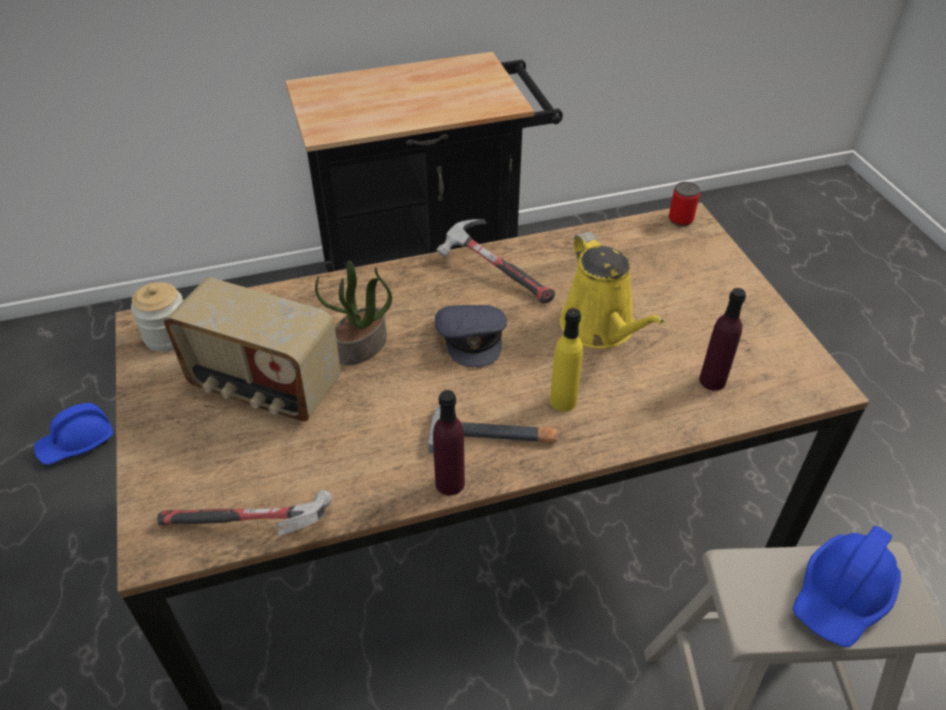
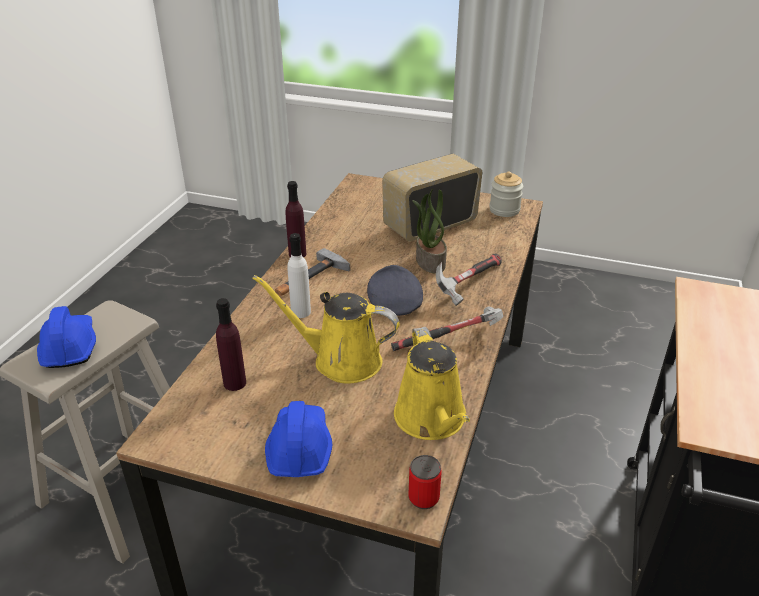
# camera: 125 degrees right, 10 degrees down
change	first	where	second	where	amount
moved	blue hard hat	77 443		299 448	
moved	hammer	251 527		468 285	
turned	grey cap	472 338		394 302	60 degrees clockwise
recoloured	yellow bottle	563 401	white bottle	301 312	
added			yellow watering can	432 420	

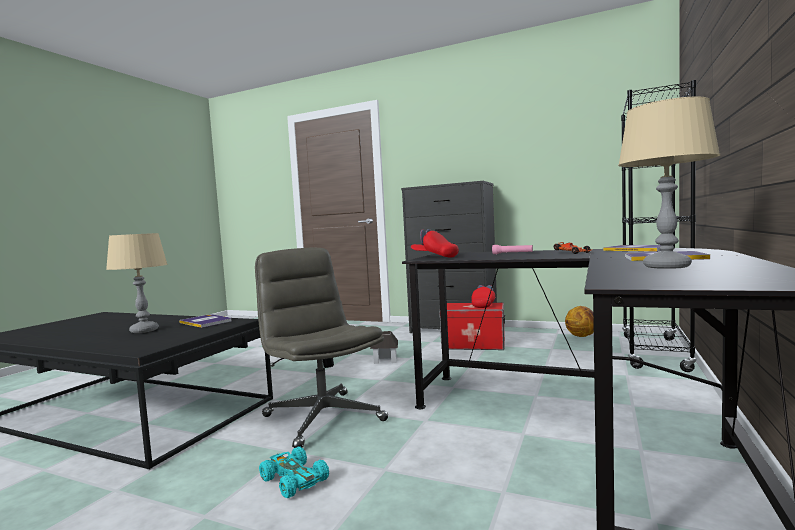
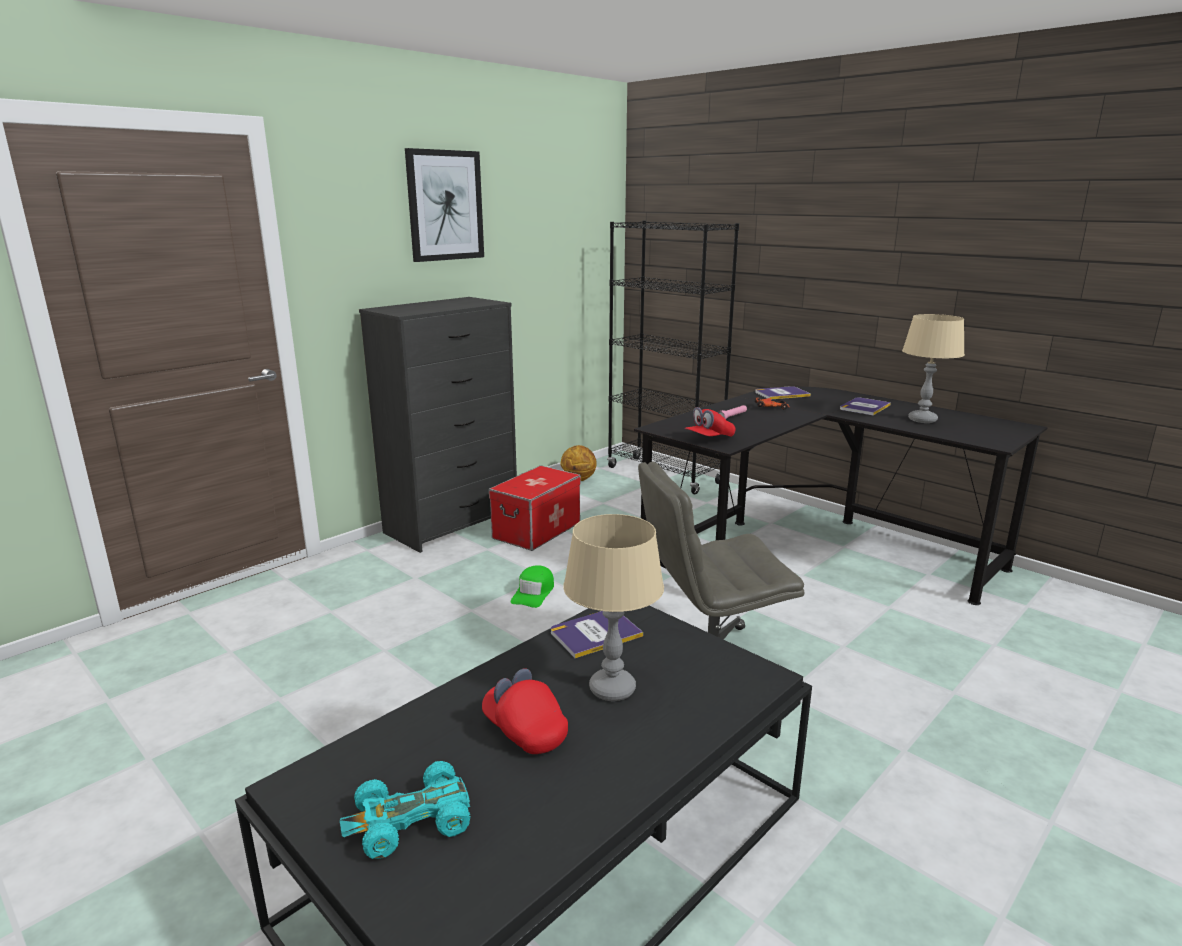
# camera: 70 degrees left, 15 degrees up
change	first	where	second	where	amount
moved	turquoise toy car	293 479		410 821	
replaced	toy house	385 360	green cap	533 593	
moved	red cap	484 305		524 730	
added			picture	445 205	

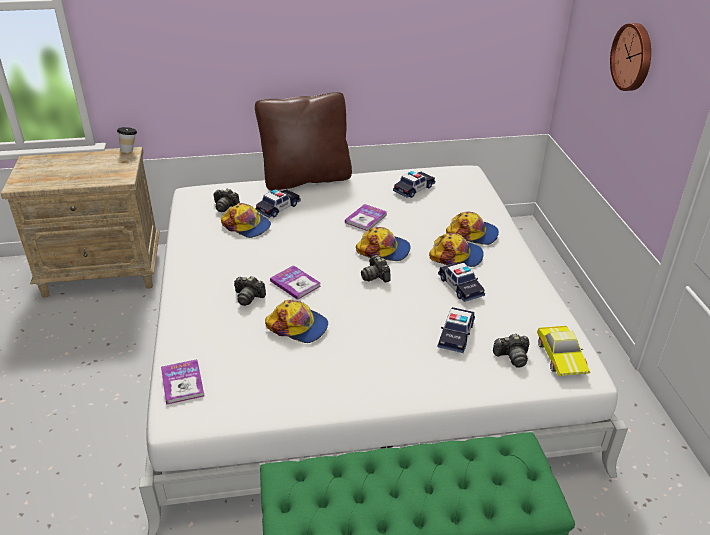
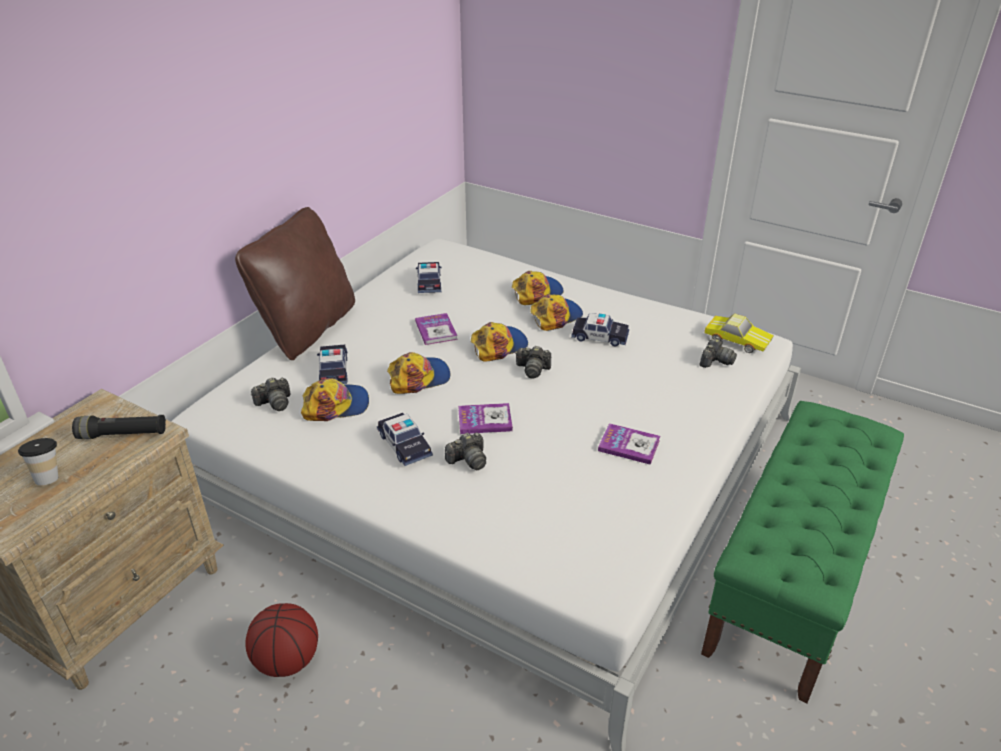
# camera: 50 degrees left, 0 degrees up
change	first	where	second	where	amount
moved	cup	130 150		49 476	
moved	book	182 383		629 445	
moved	cap	298 326		419 378	
moved	toy car	456 335		404 445	
removed	wall clock	633 57			
added			black flashlight	123 435	
added			basketball	286 661	

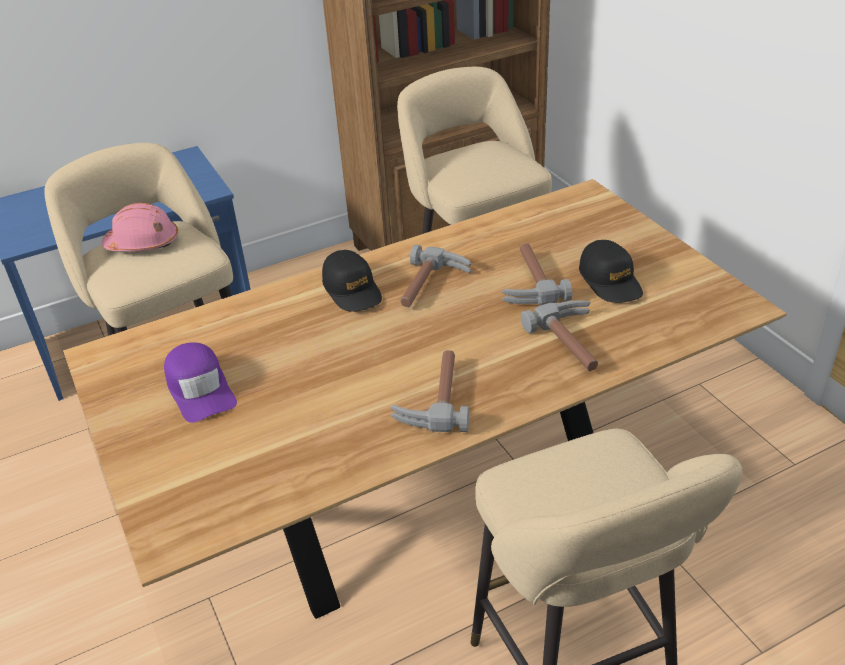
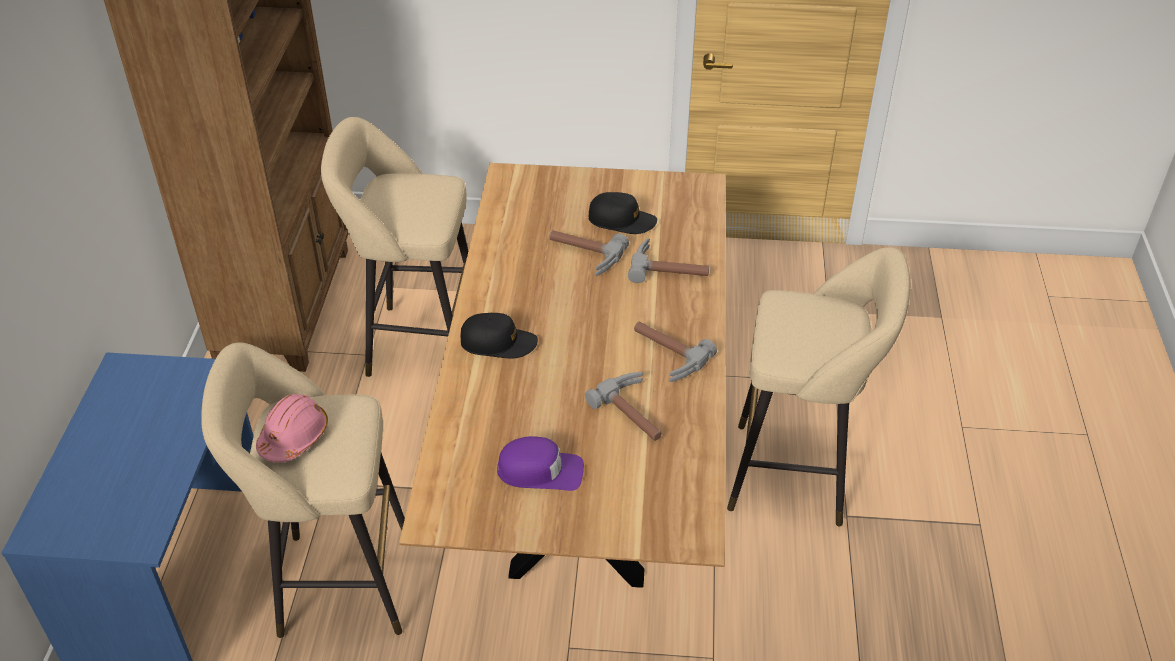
# camera: 60 degrees left, 5 degrees up
change	first	where	second	where	amount
moved	hammer	432 286		636 412	

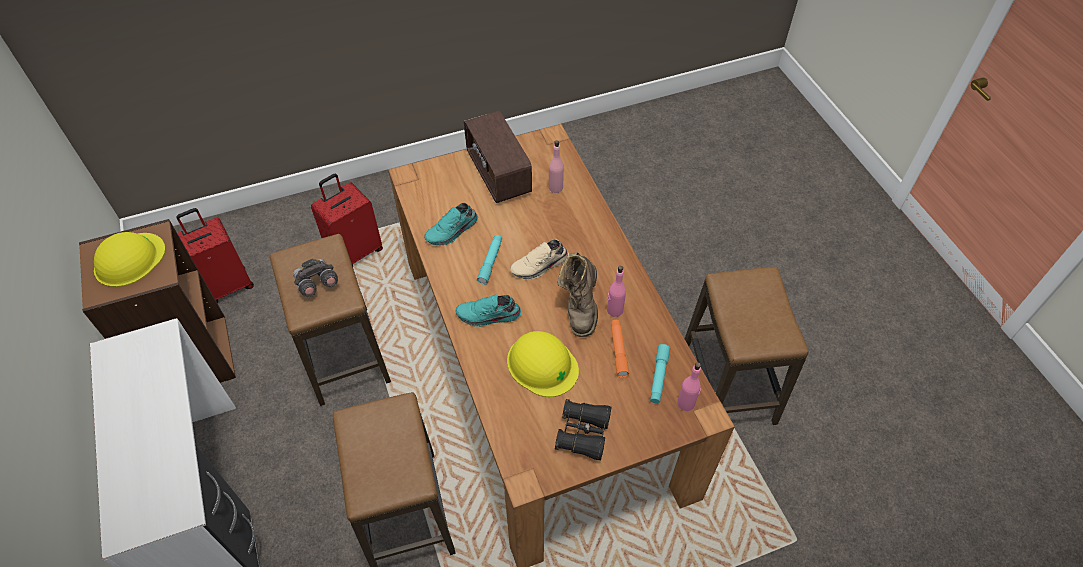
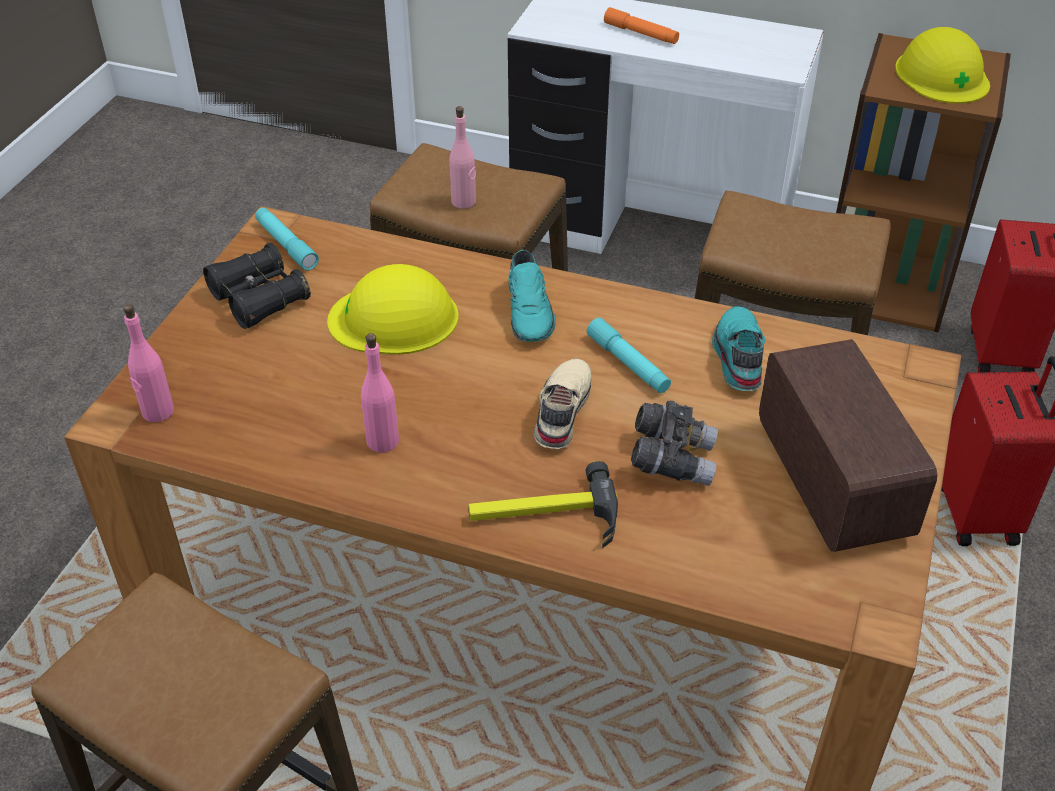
# camera: 130 degrees right, 10 degrees down
change	first	where	second	where	amount
moved	grey binoculars	316 284		672 459	
turned	turquoise shoe	488 316		531 312	135 degrees clockwise
turned	radio	499 173		831 481	60 degrees clockwise
moved	pink bottle	555 187		464 202	
removed	brown boot	580 307			
moved	orange flashlight	618 350		641 33	
moved	turquoise flashlight	658 376		286 245	
added			hammer	544 517	

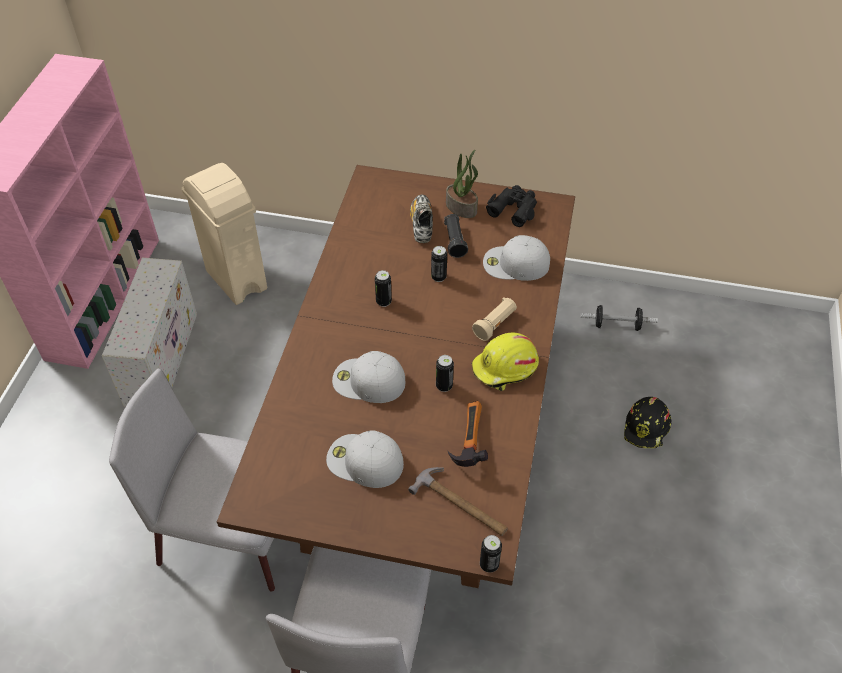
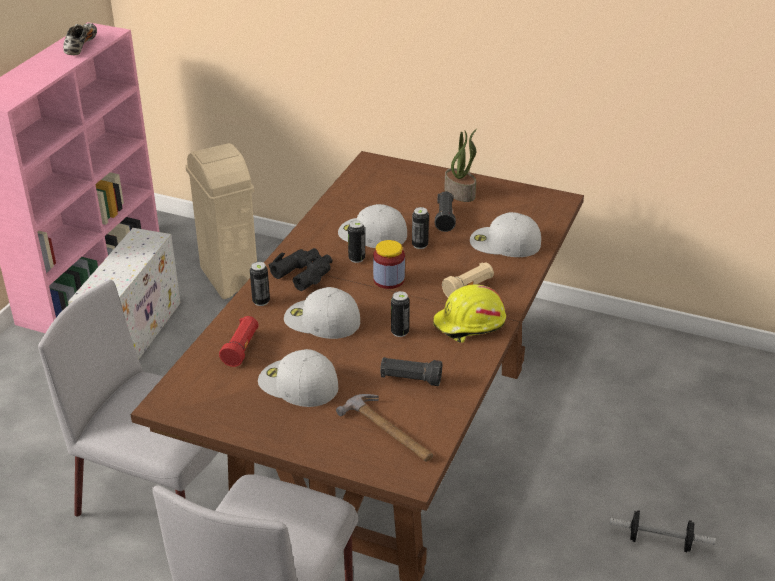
# camera: 10 degrees right, 15 degrees down
change	first	where	second	where	amount
moved	shoe	422 224		81 46	
replaced	hammer	466 441	black flashlight	410 379	
moved	can	489 564		261 301	
moved	black binoculars	513 209		304 273	
moved	dumbbell	617 325		659 541	
removed	black hard hat	647 428			
added			red flashlight	241 349	
added			white cap	371 233	
added			jar	389 280	

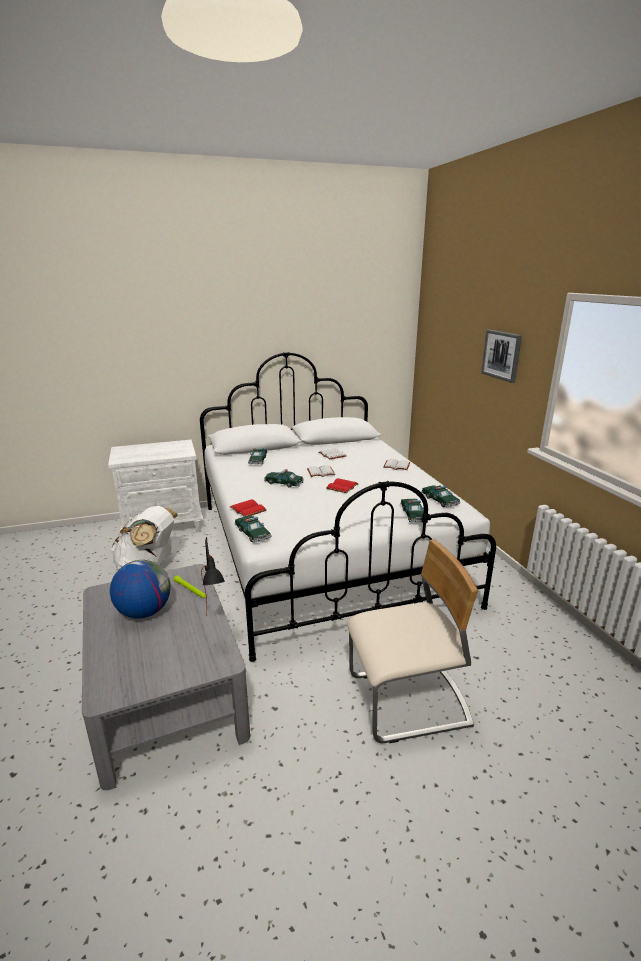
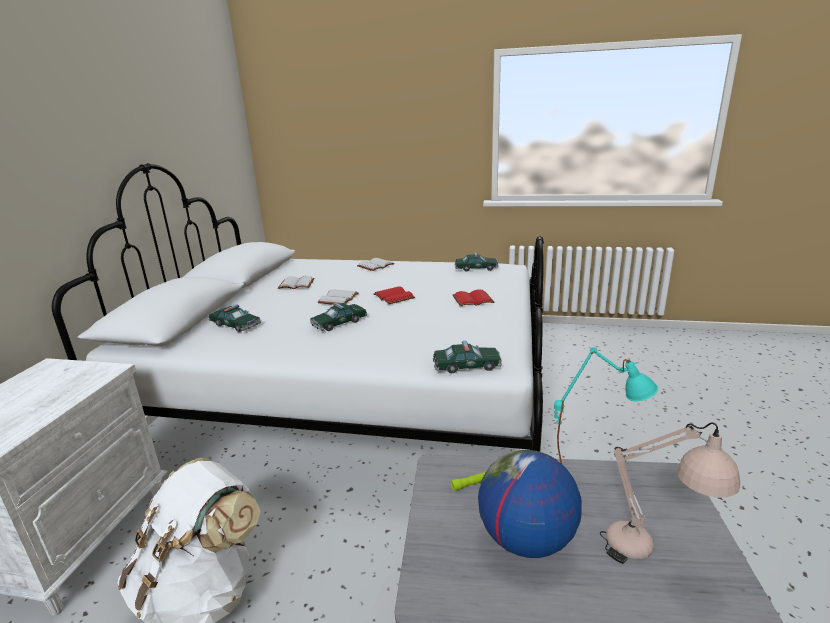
# camera: 60 degrees left, 0 degrees up
change	first	where	second	where	amount
recoloured	black table lamp	216 627	turquoise table lamp	595 471	
moved	red book	249 509		473 299	
removed	beige chair	408 702			
removed	toy car	413 515			
removed	picture	501 355			
added			beige table lamp	653 555	

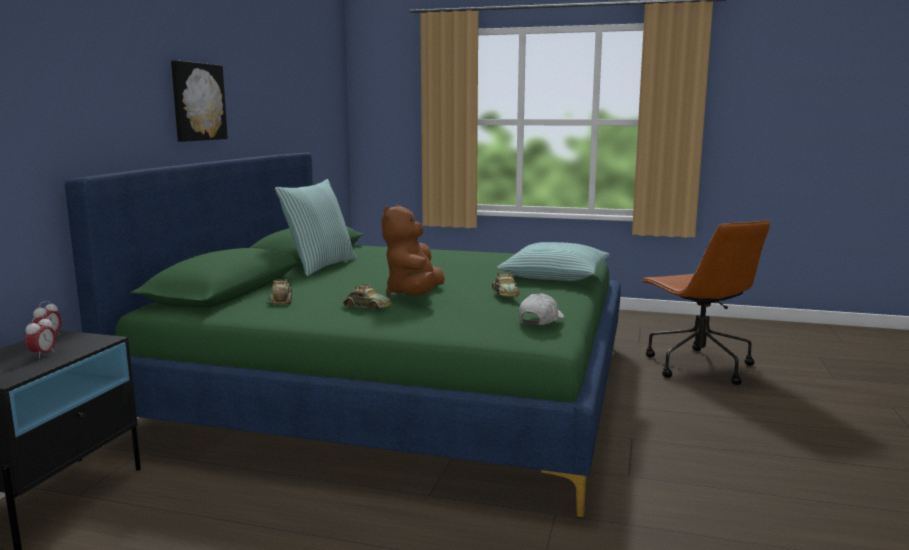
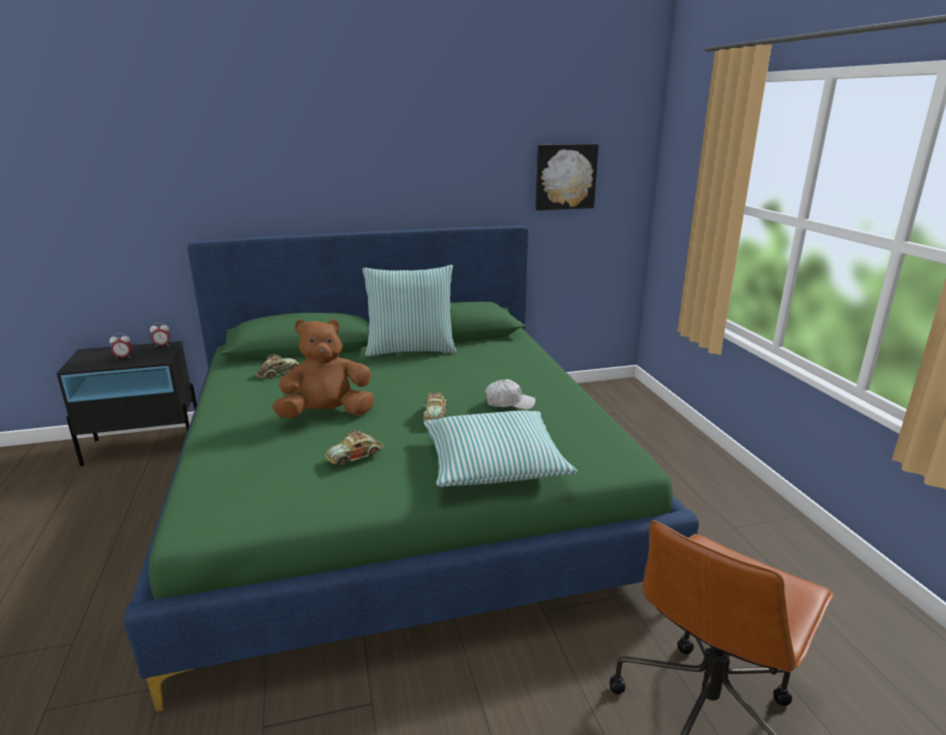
# camera: 60 degrees right, 10 degrees up
change	first	where	second	where	amount
moved	picture	197 102		565 176	
moved	toy car	366 307		435 414	
moved	white cap	540 320		509 403	

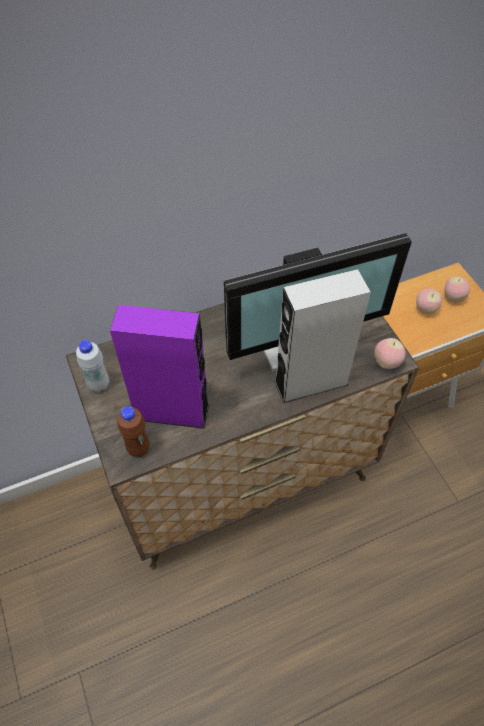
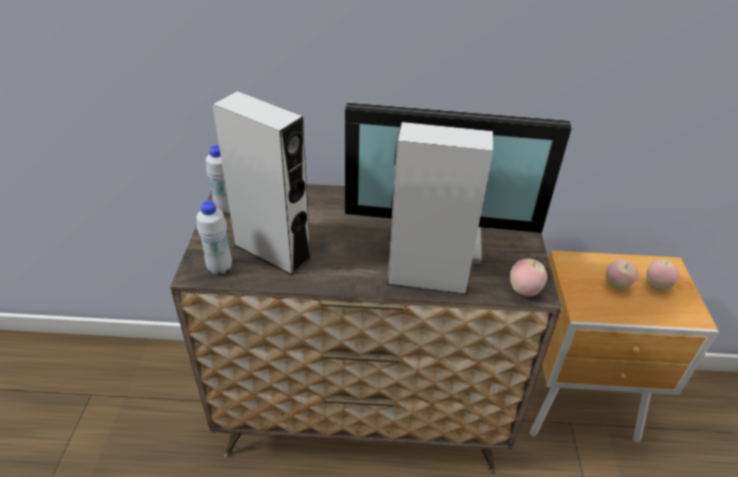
# camera: 25 degrees right, 15 degrees down
change	first	where	second	where	amount
recoloured	purple speaker	172 412	grey speaker	272 251	
recoloured	brown bottle	138 448	white bottle	220 267	

